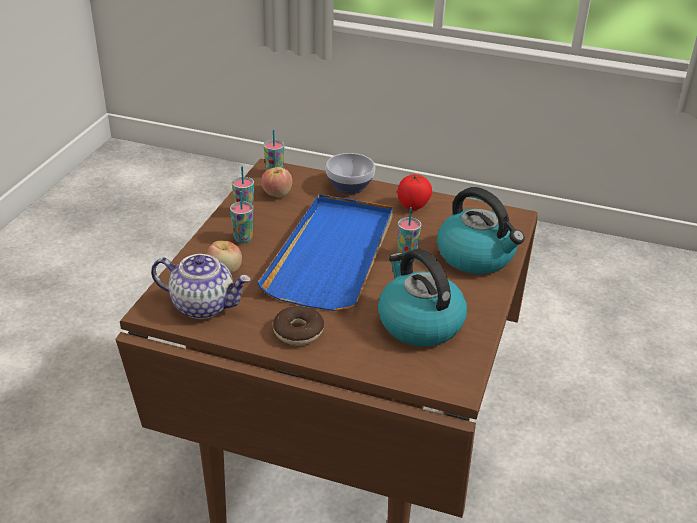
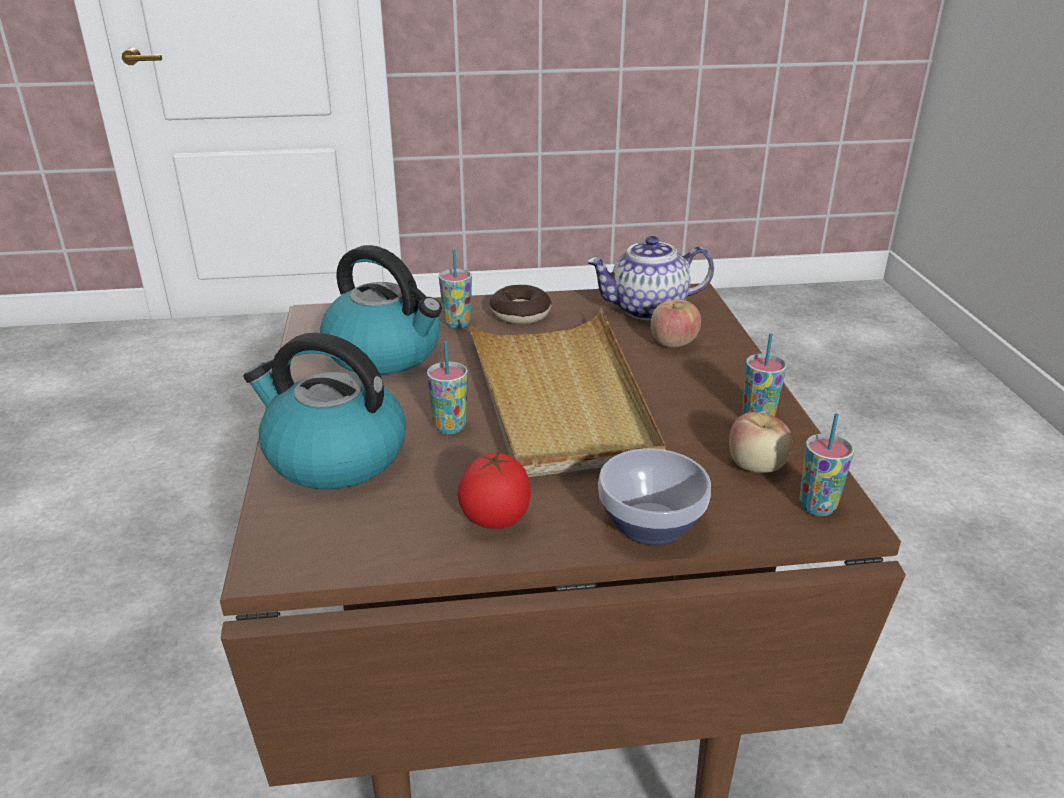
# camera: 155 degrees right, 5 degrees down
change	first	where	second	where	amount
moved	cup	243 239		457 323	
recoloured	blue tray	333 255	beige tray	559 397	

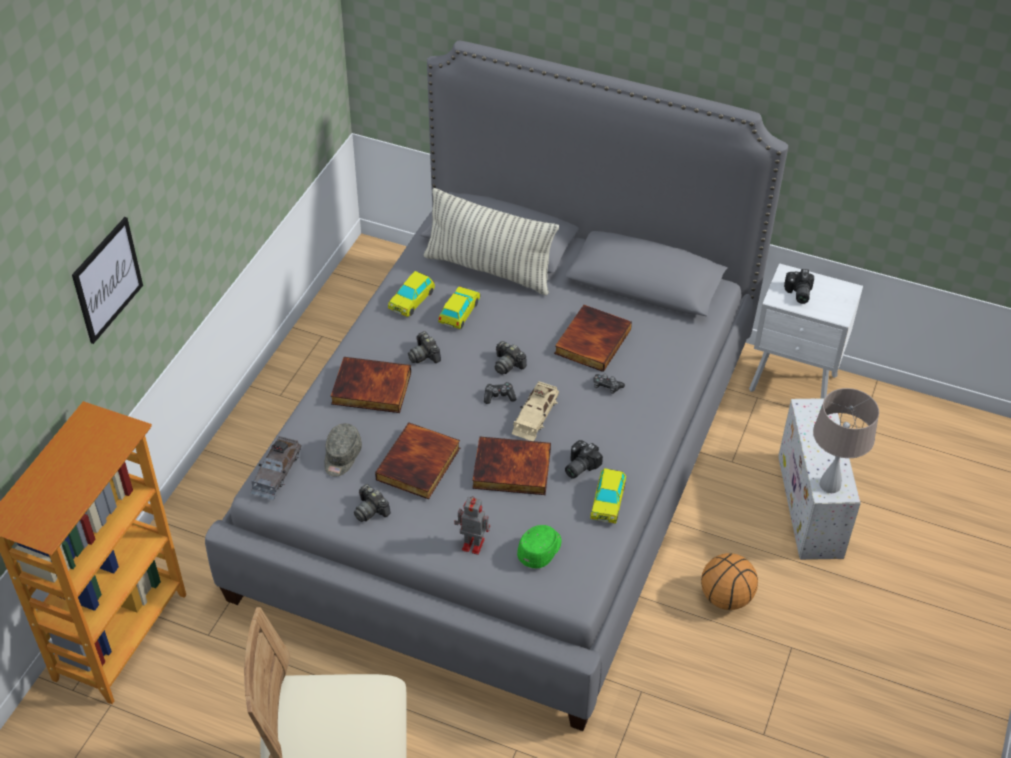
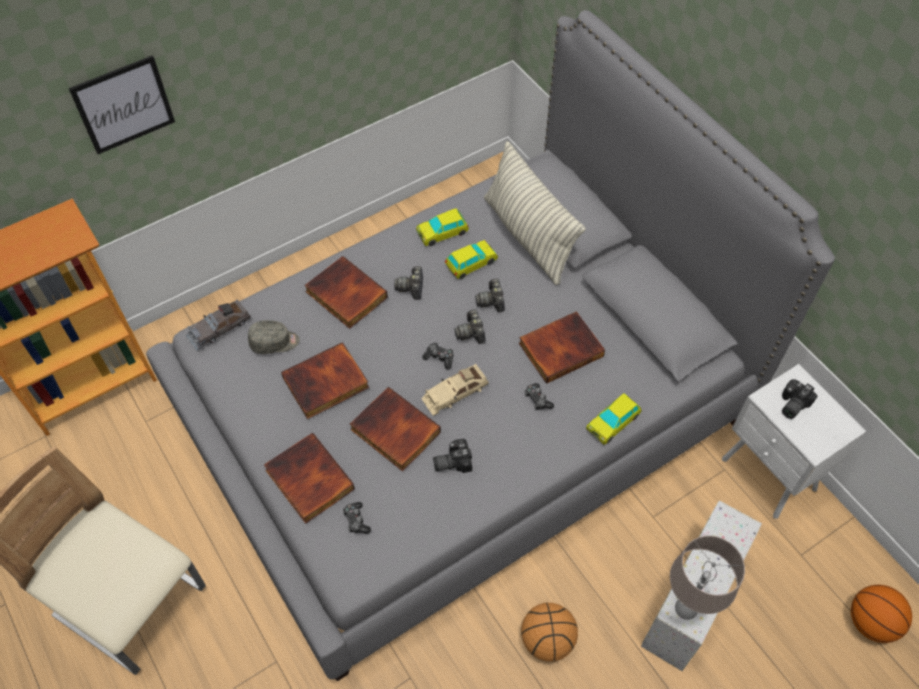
# camera: 35 degrees right, 10 degrees up
change	first	where	second	where	amount
turned	grey cap	341 456		274 342	150 degrees counterclockwise
moved	photo camera	371 510		491 301	
replaced	toy robot	472 544	book	308 480	
replaced	green cap	540 550	game controller	356 520	
moved	toy car	608 502		613 422	
added			basketball	871 622	

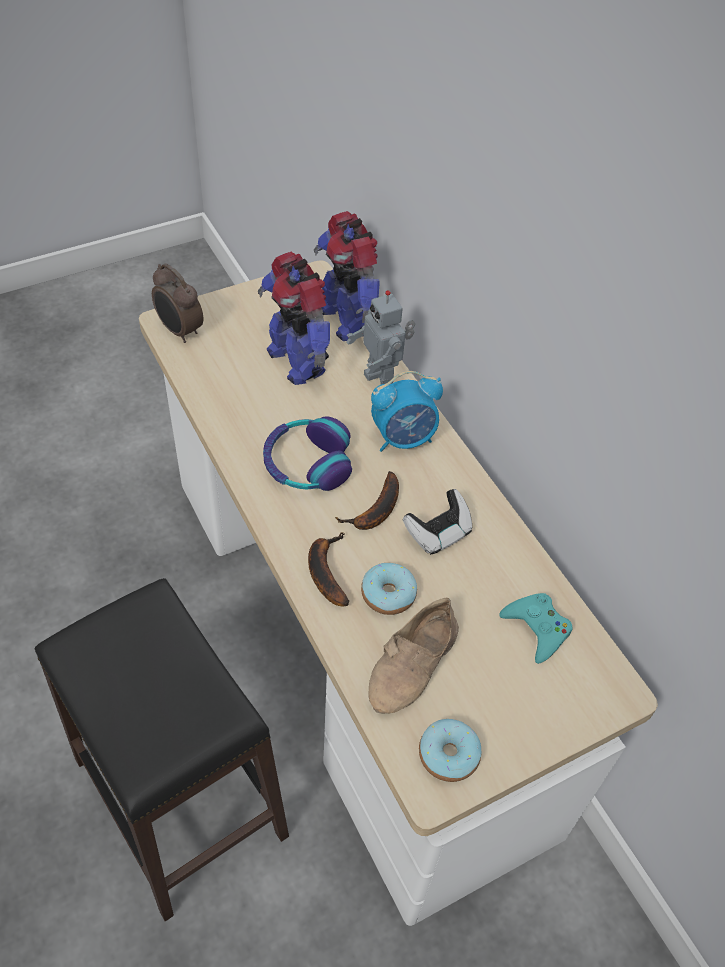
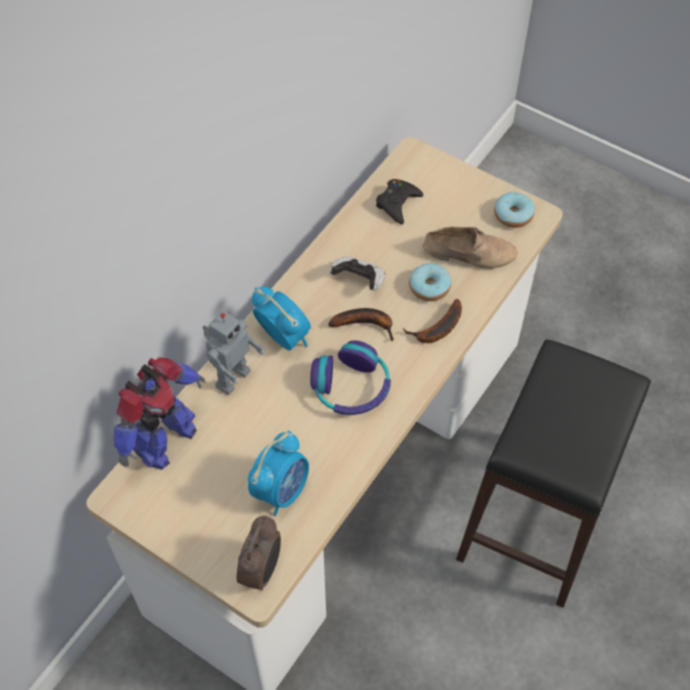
# camera: 115 degrees left, 5 degrees up
change	first	where	second	where	amount
removed	toy robot	297 360			
recoloured	turquoise game controller	537 629	black game controller	397 203	
added			alarm clock	281 490	

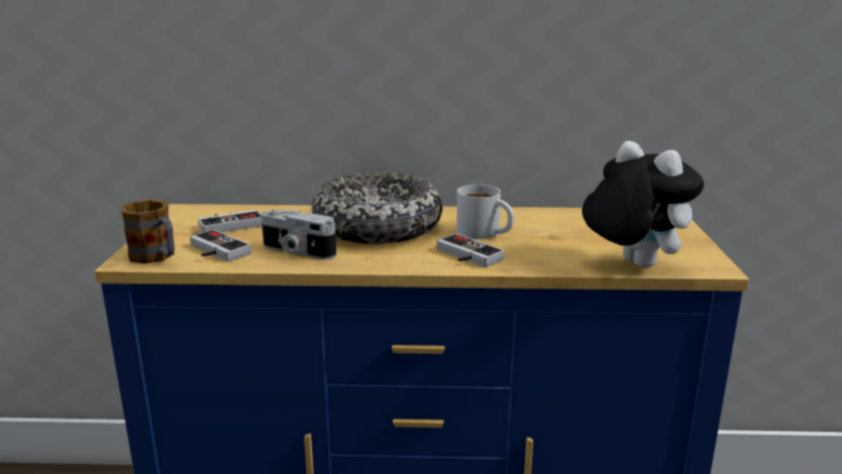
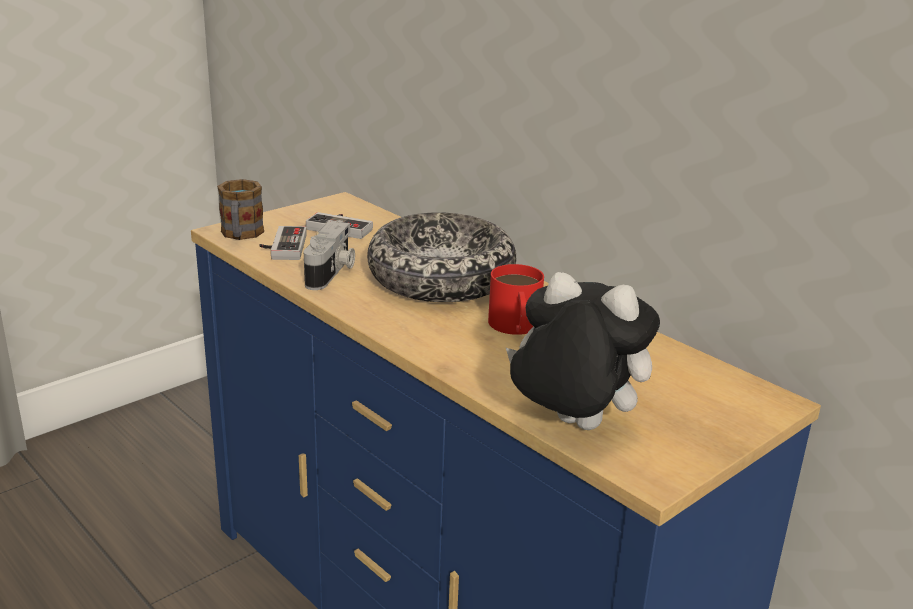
# camera: 45 degrees right, 5 degrees up
change	first	where	second	where	amount
turned	photo camera	296 251		331 272	150 degrees counterclockwise
removed	game controller	465 256			
recoloured	white mug	485 233	red mug	515 327	
turned	plush toy	631 264		571 426	75 degrees counterclockwise

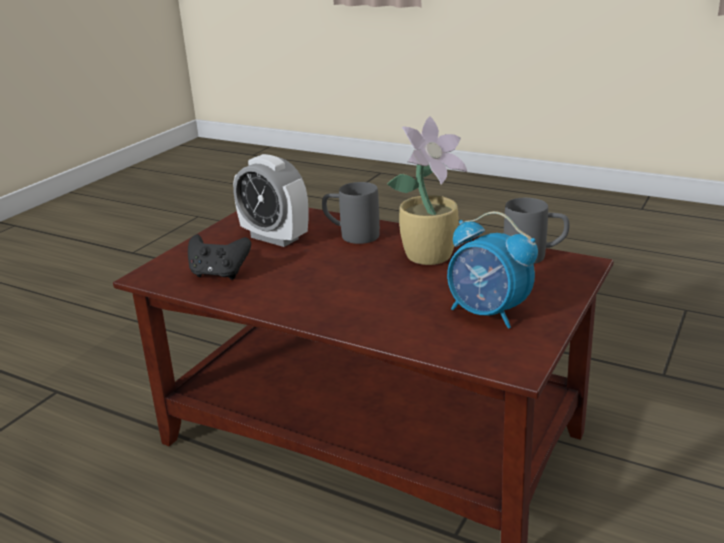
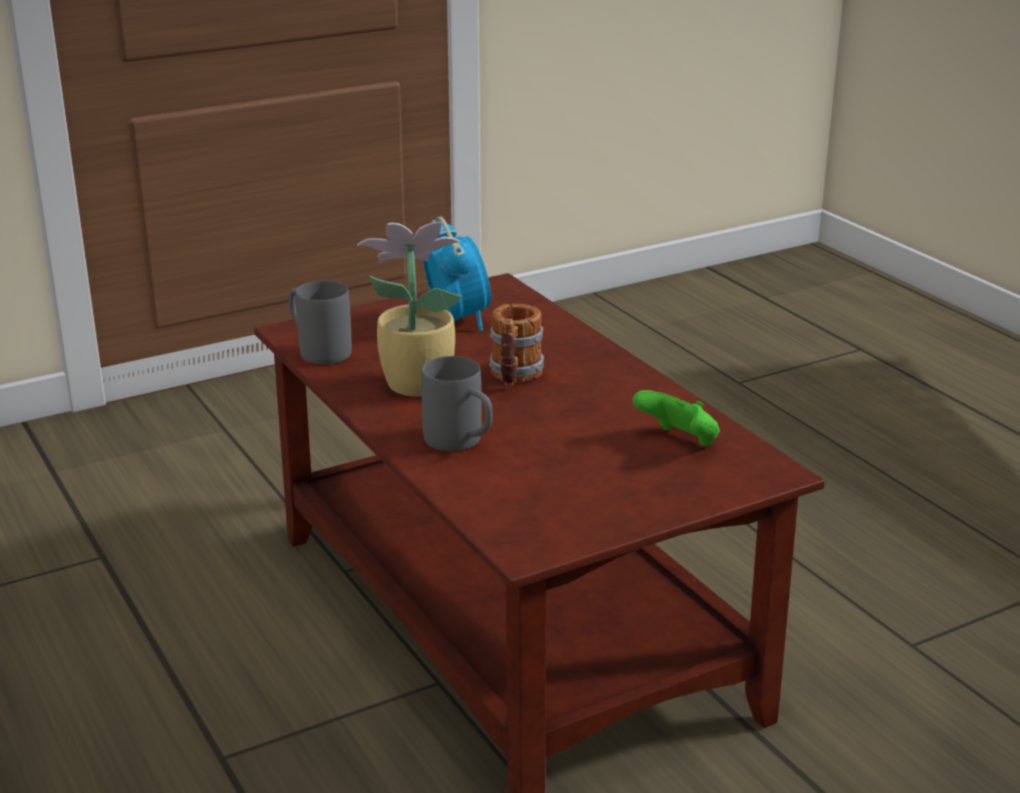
# camera: 150 degrees left, 0 degrees up
change	first	where	second	where	amount
recoloured	black game controller	219 274	green game controller	679 442	
removed	alarm clock	274 238			
added			mug	514 377	

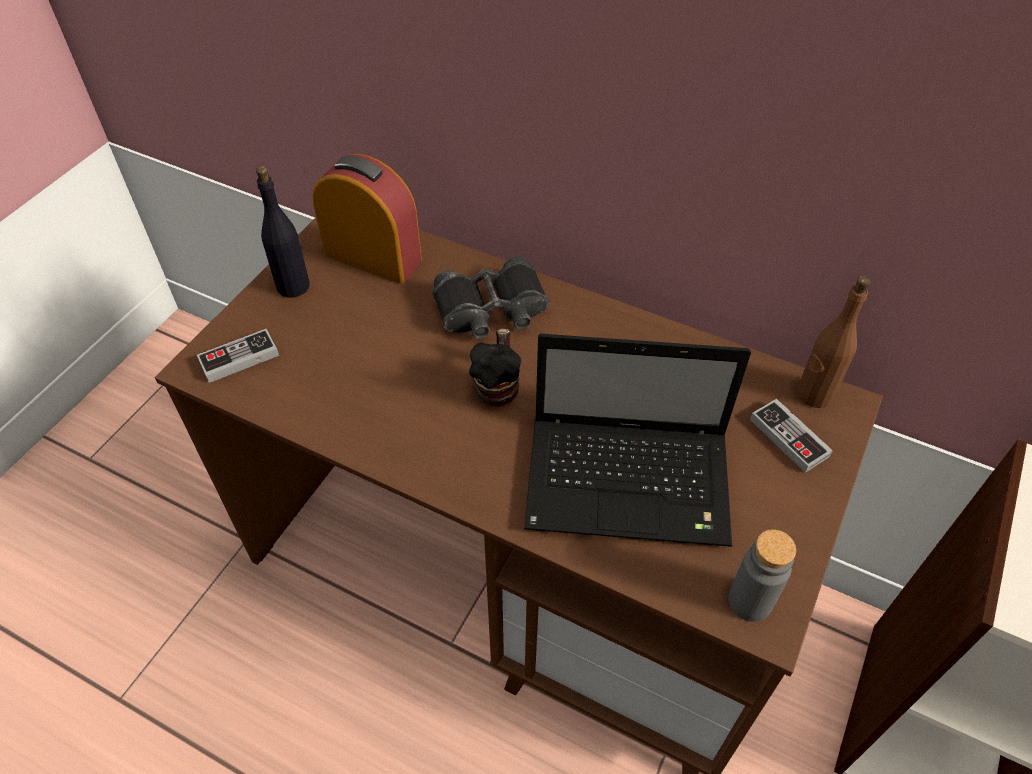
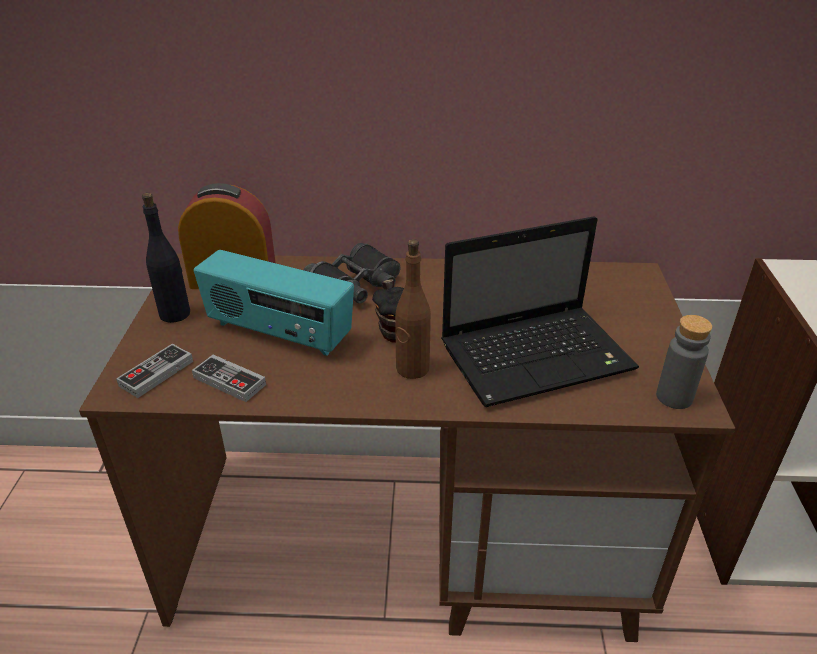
# camera: 25 degrees left, 15 degrees down
change	first	where	second	where	amount
moved	game controller	789 438		229 381	
moved	brown bottle	814 394		412 368	
added			radio	278 333	

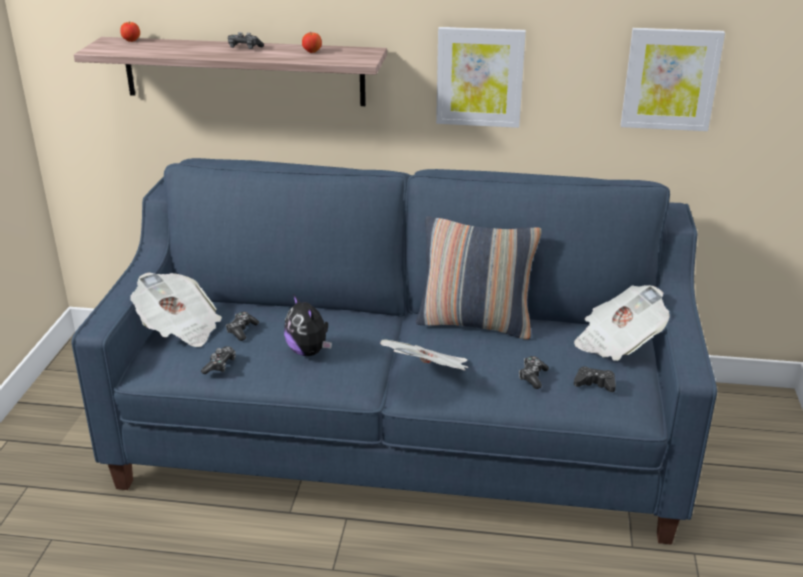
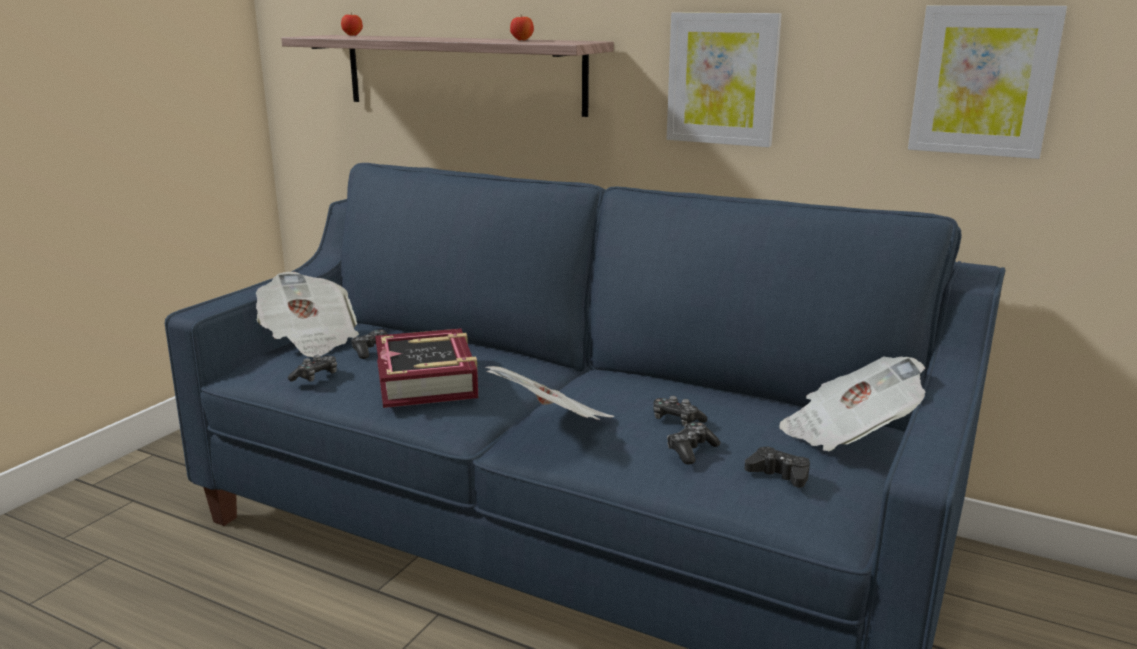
# camera: 20 degrees right, 10 degrees down
change	first	where	second	where	amount
moved	game controller	244 48		676 420	
replaced	plush toy	309 351	book	427 380	
removed	pillow	475 323			

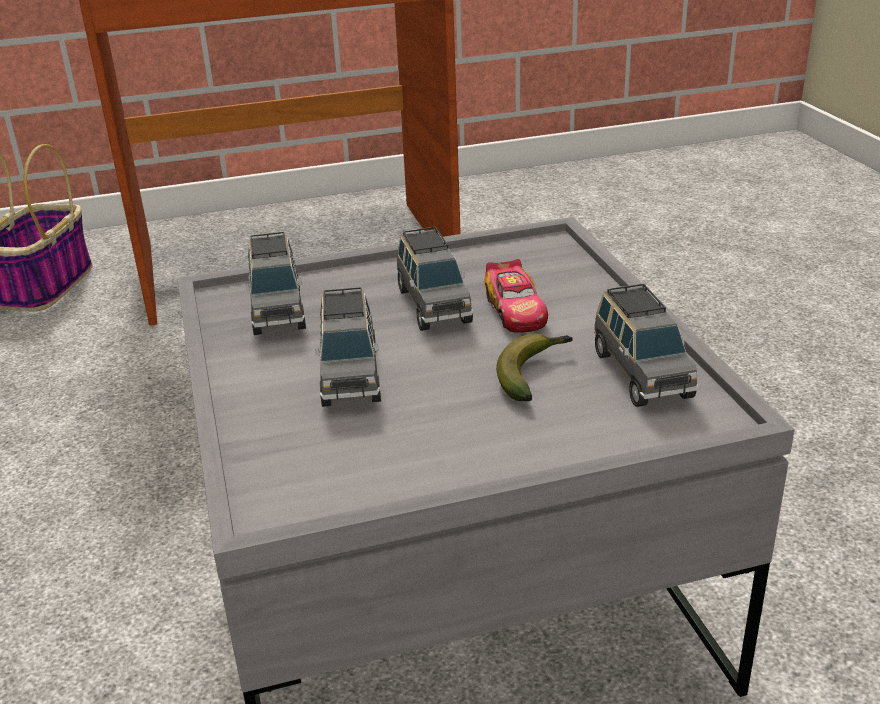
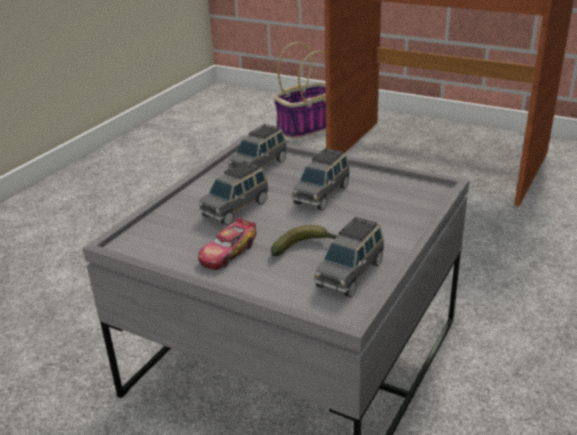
# camera: 45 degrees right, 0 degrees up
change	first	where	second	where	amount
moved	toy car	515 310		227 253	

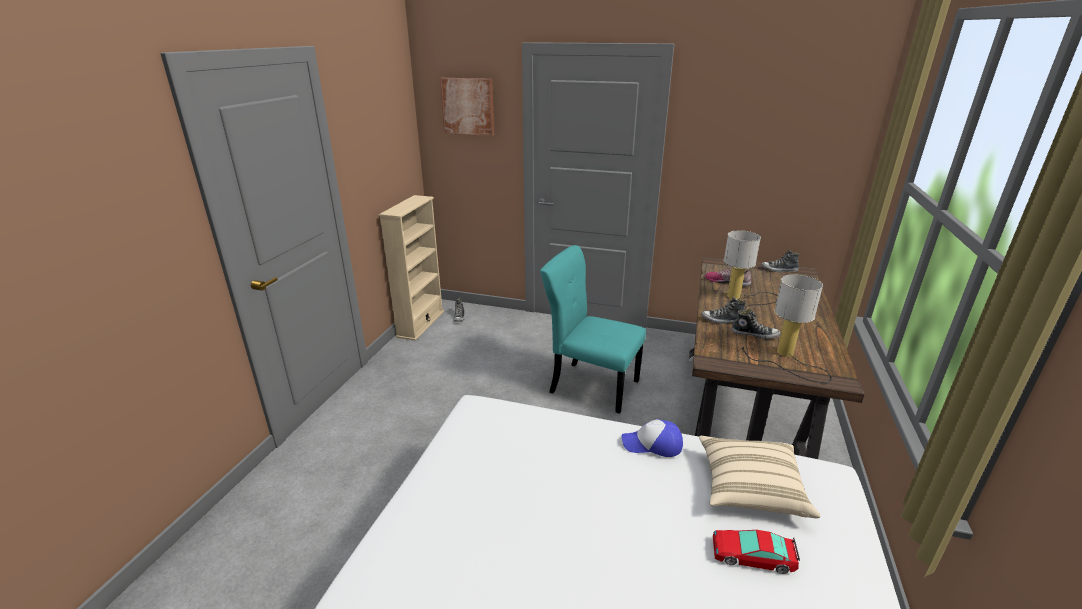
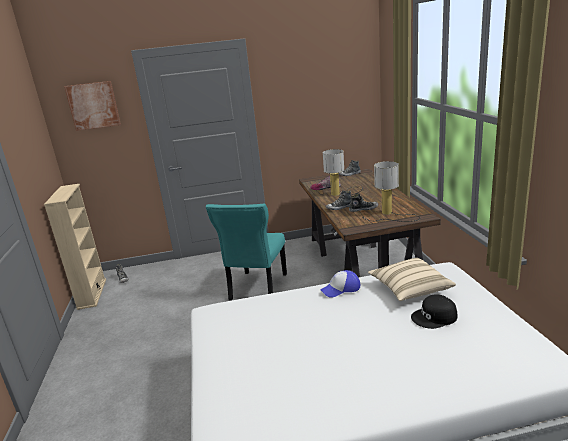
# camera: 25 degrees left, 5 degrees down
change	first	where	second	where	amount
turned	turquoise chair	591 385		257 288	75 degrees counterclockwise
replaced	toy car	752 555	black cap	434 317	

